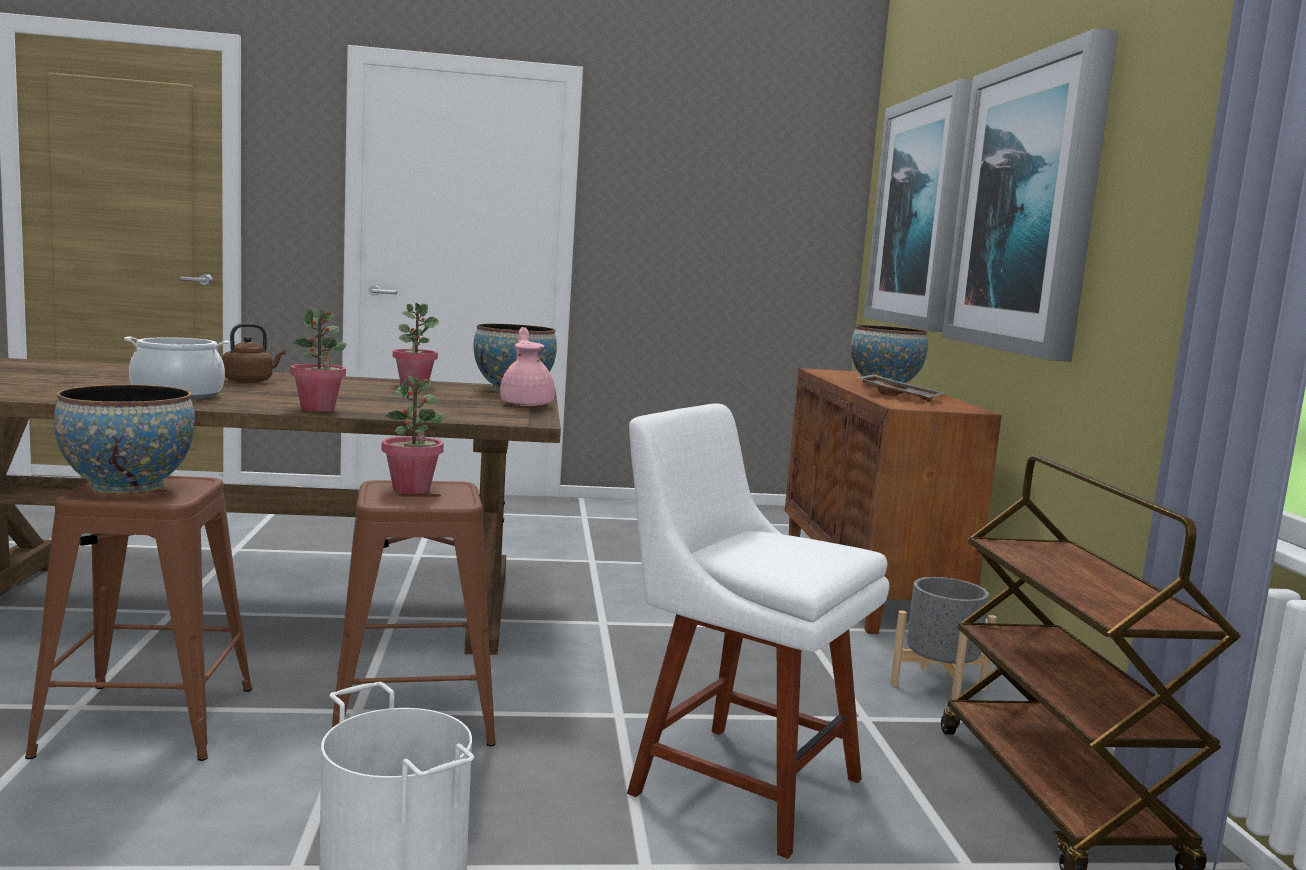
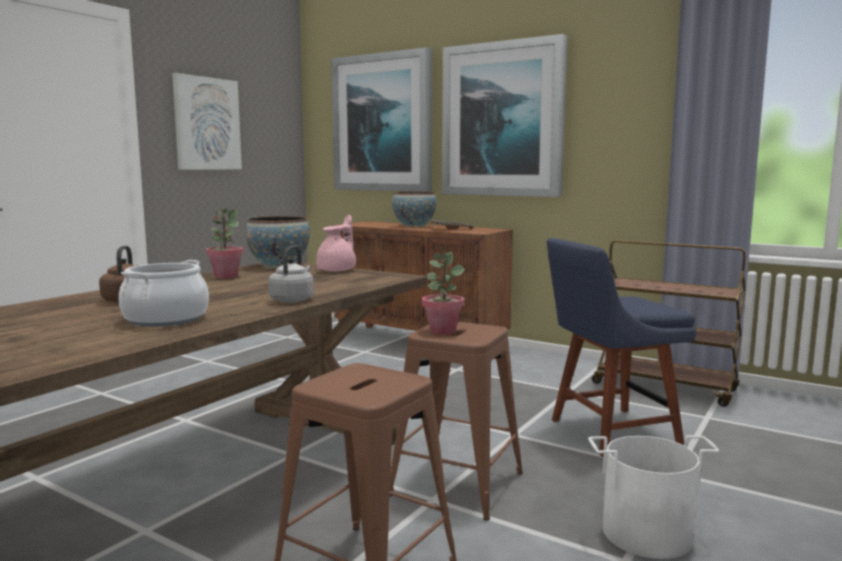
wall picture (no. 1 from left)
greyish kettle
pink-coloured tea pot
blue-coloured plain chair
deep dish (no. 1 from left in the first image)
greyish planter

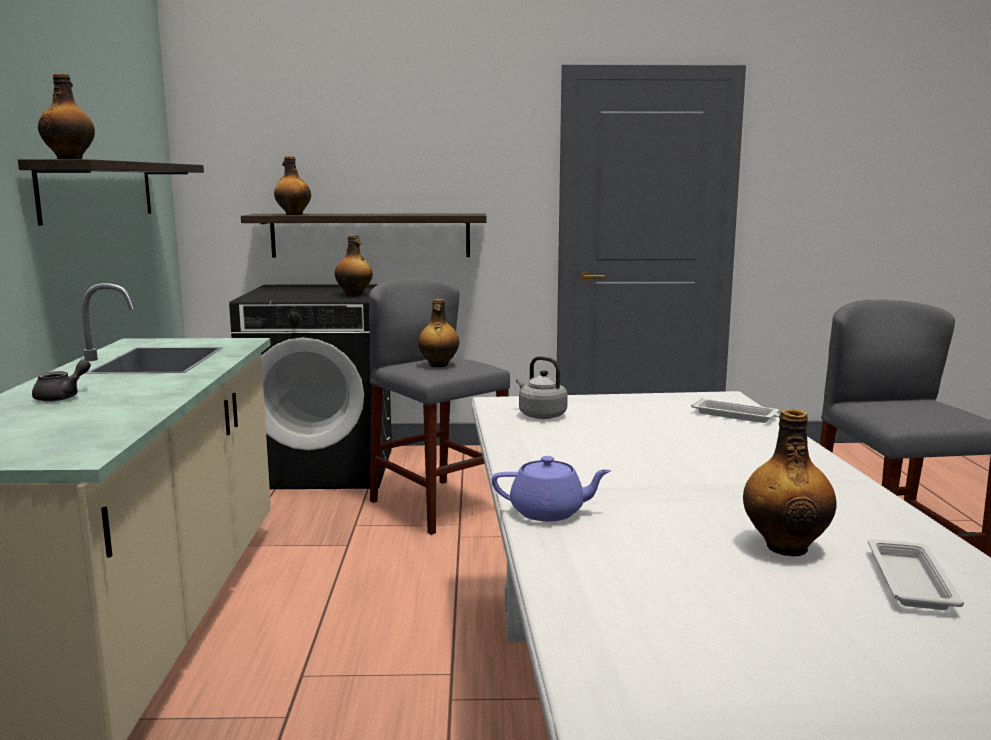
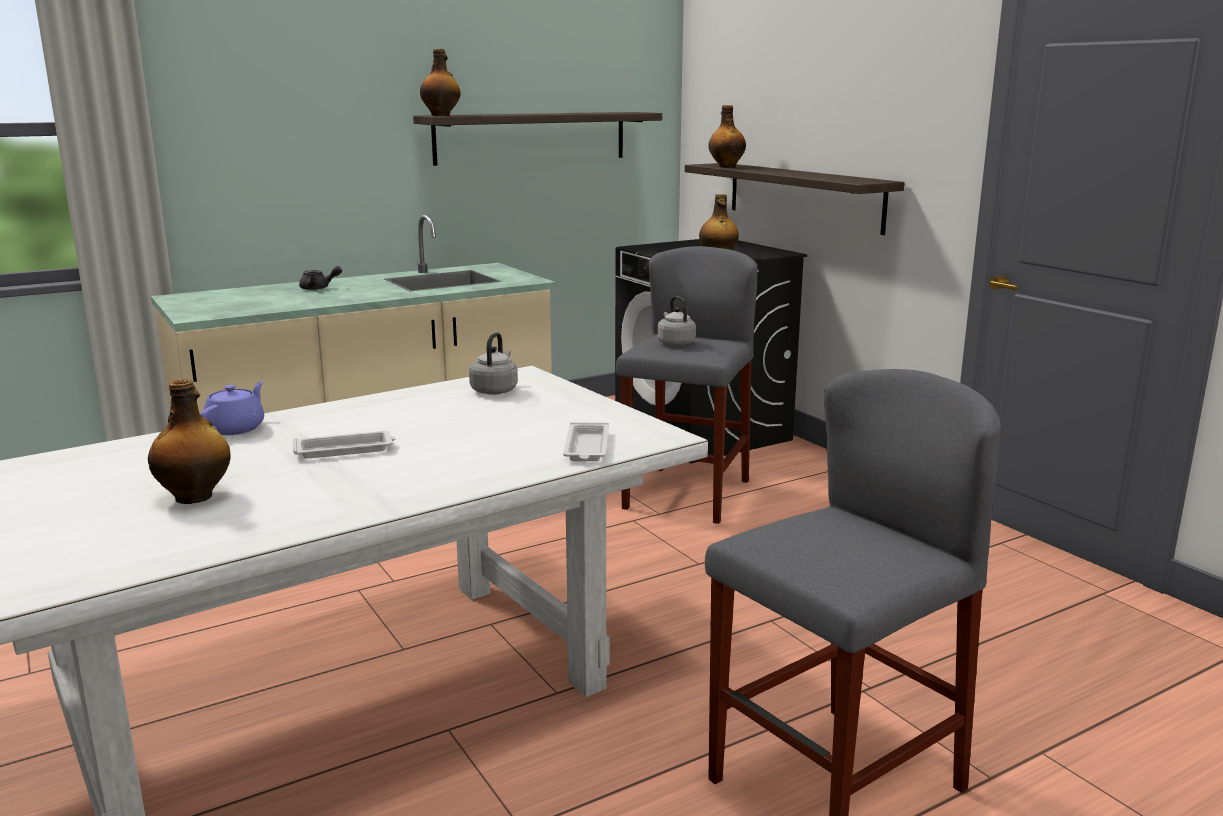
purplish tea pot
white tray (no. 1 from left)
greyish kettle (no. 2 from left)

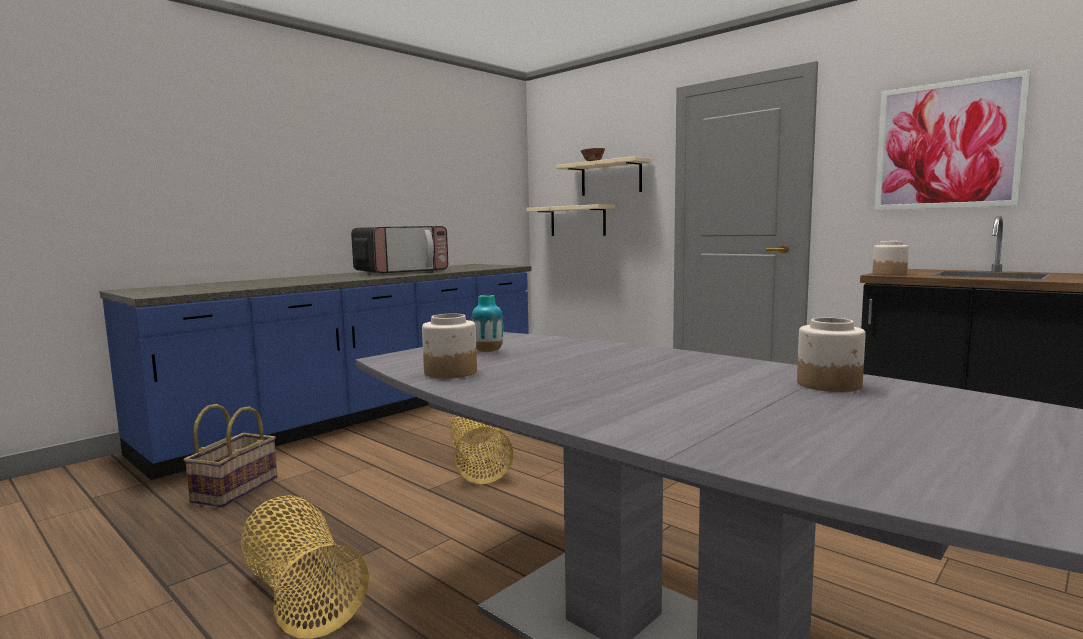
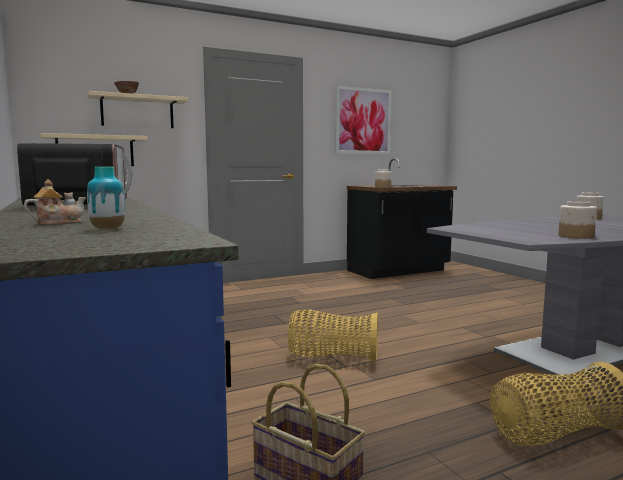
tea pot
flower vase

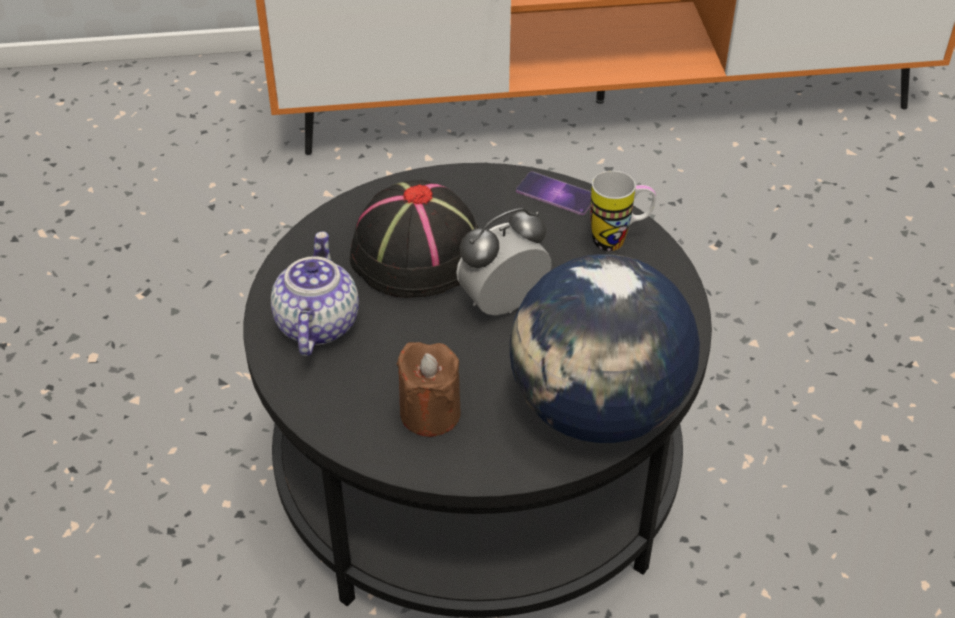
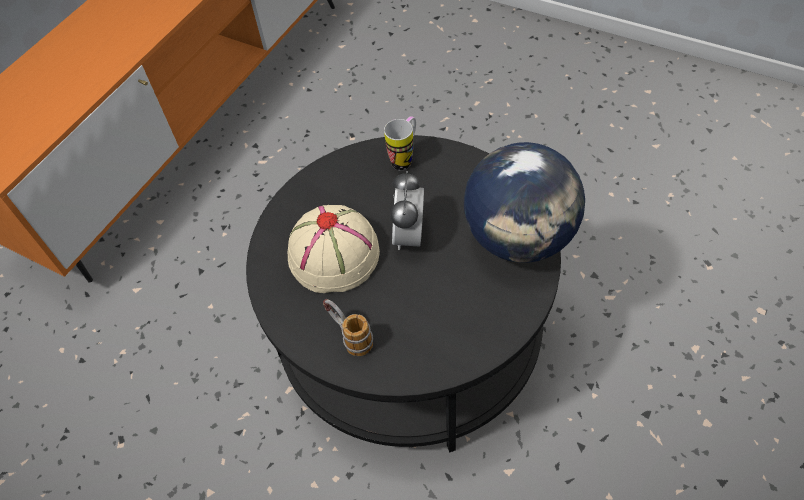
beige-coloured wearable hat
mug (no. 1 from left)
brown wax light
telephone

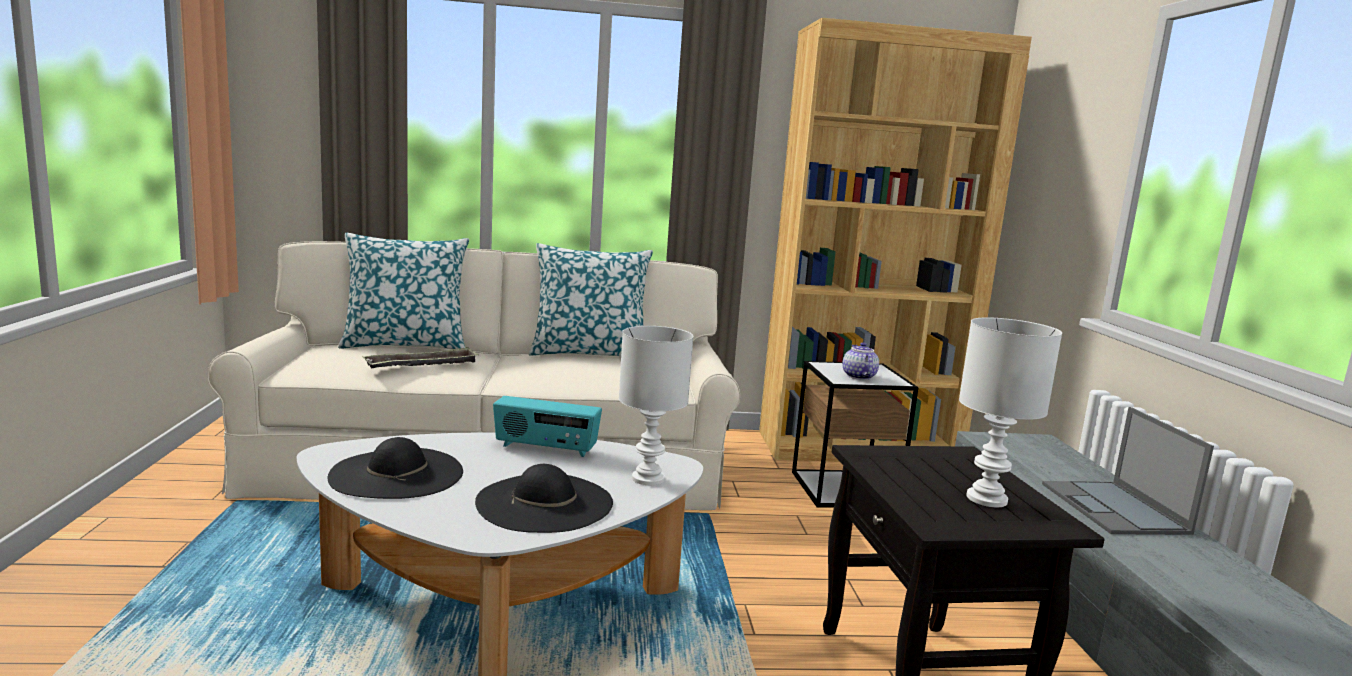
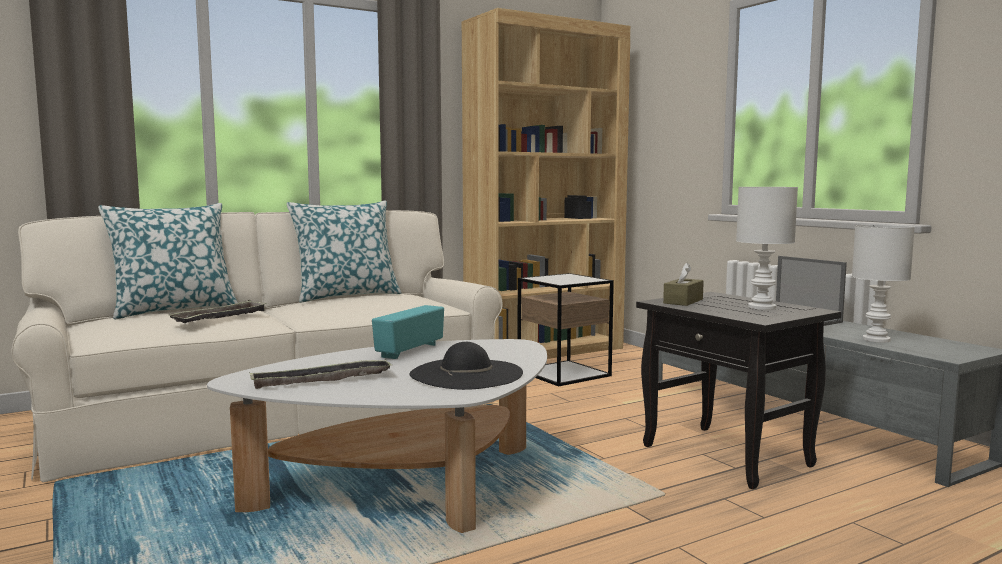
tray (no. 2 from left)
radio
brown box of tissues
white table lamp (no. 2 from left)
tea pot

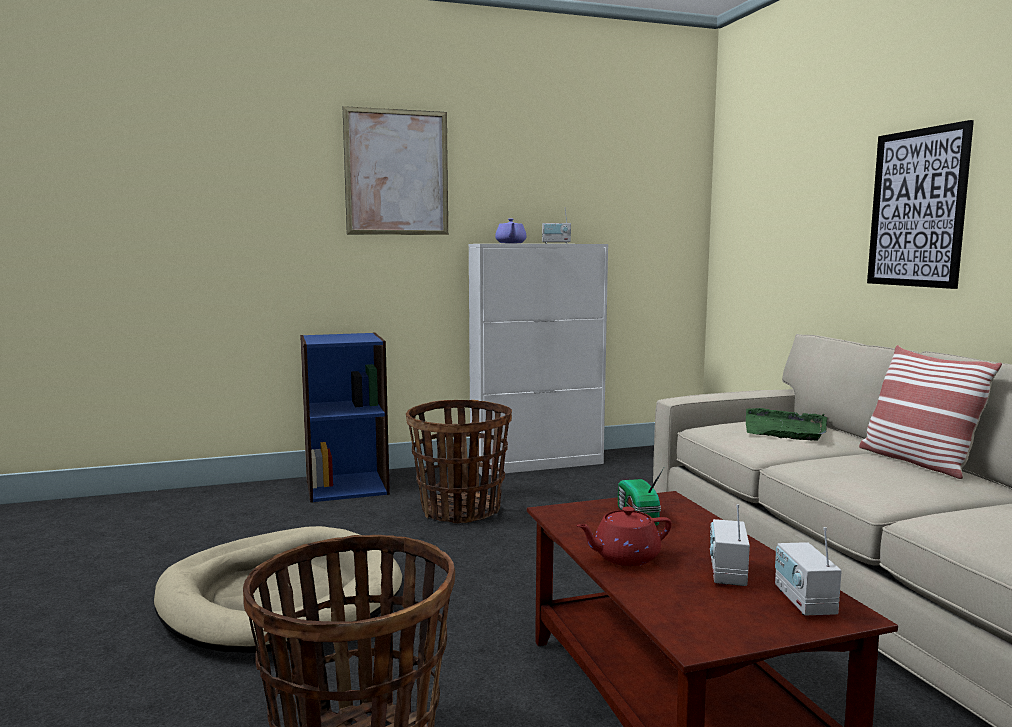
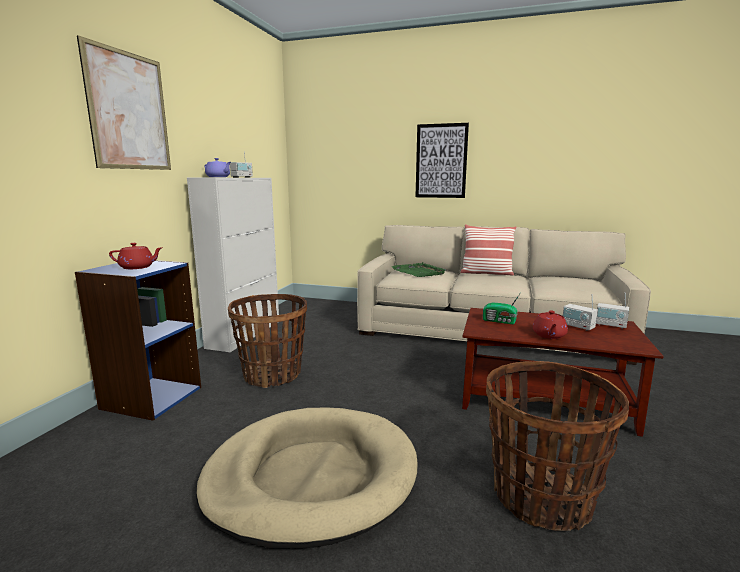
red tea pot (no. 1 from left)

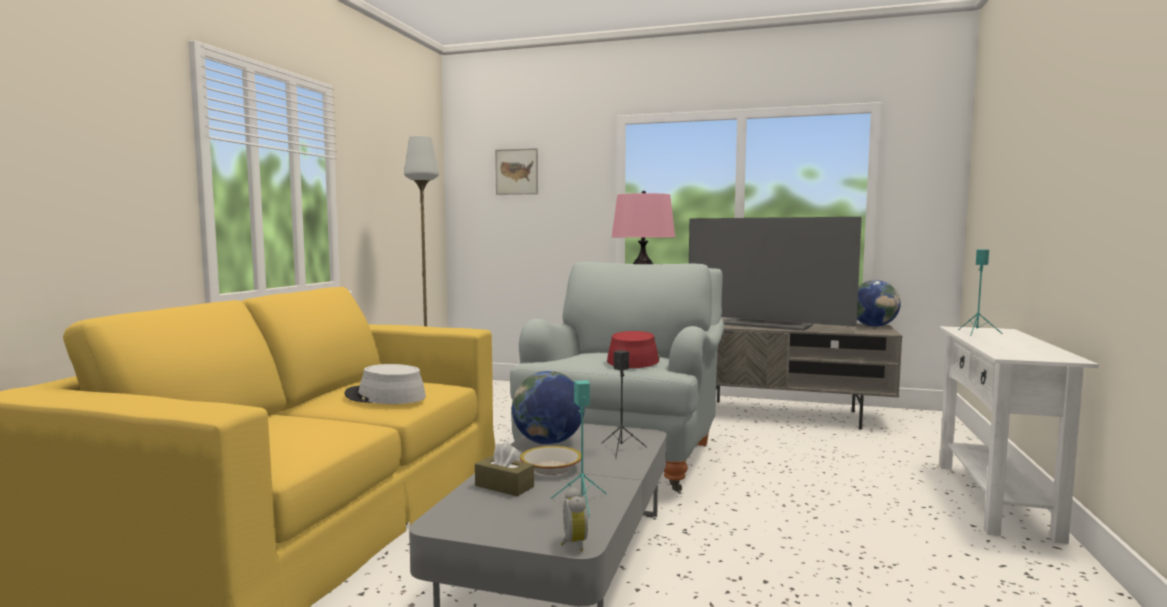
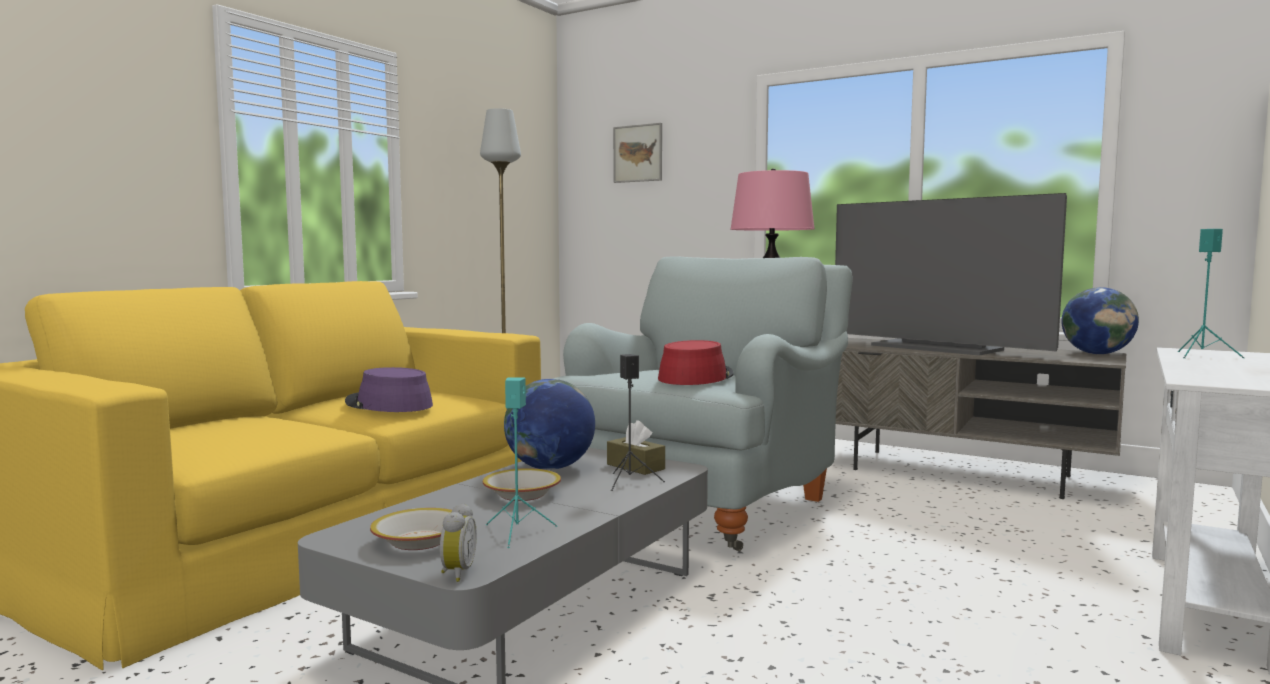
purplish wearable hat
deep dish (no. 1 from left)
brown box of tissues

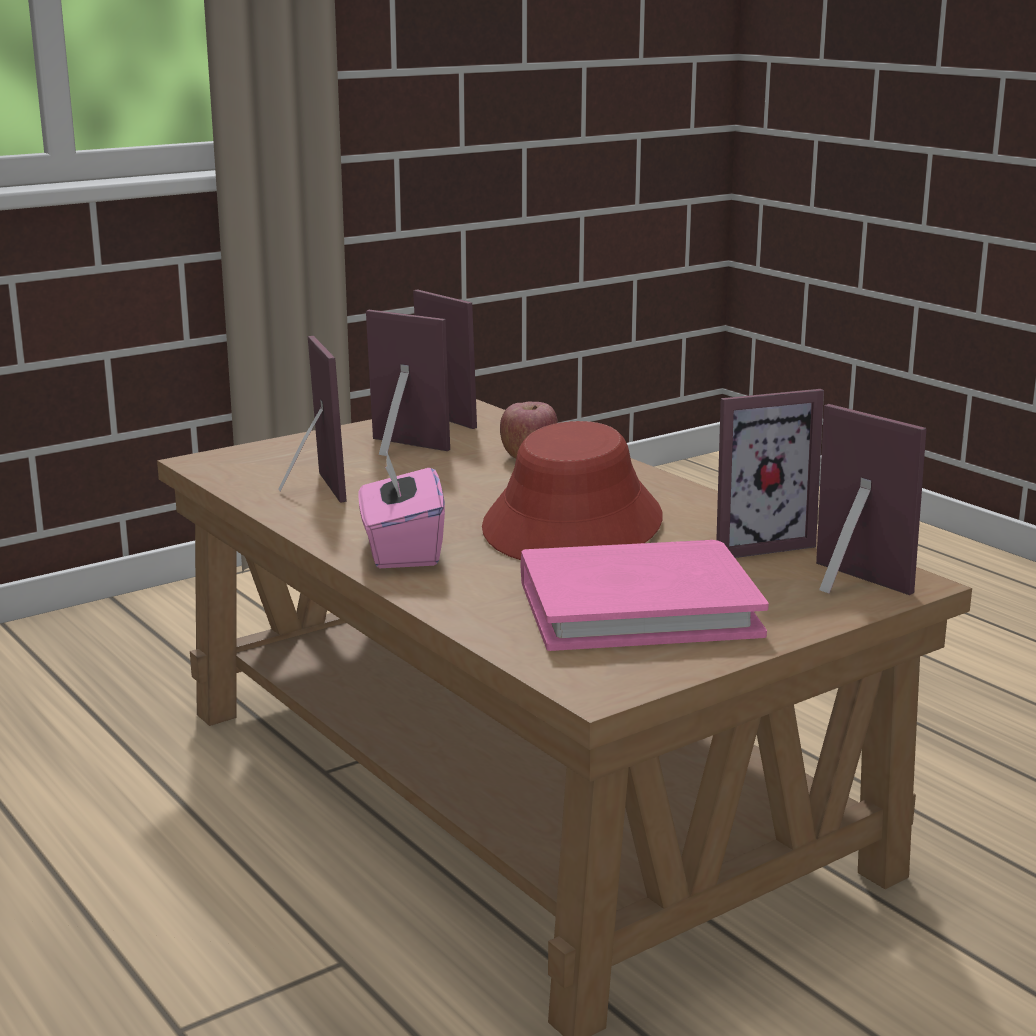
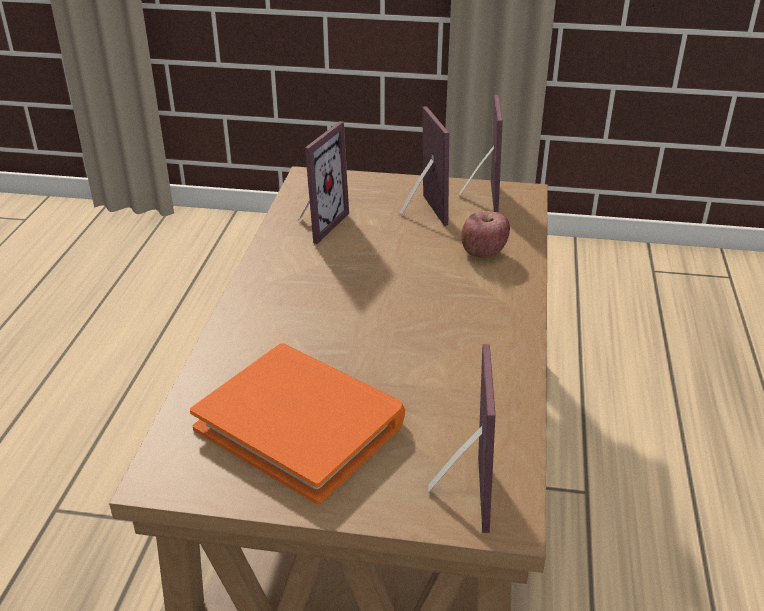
orange volume
pink-coloured box of tissues
red wearable hat
picture frame (no. 4 from left in the first image)

